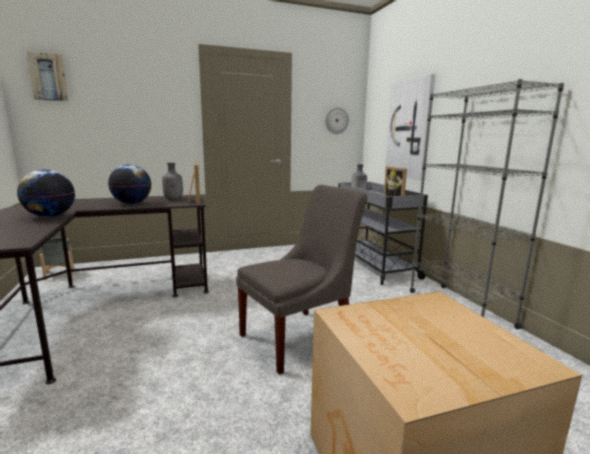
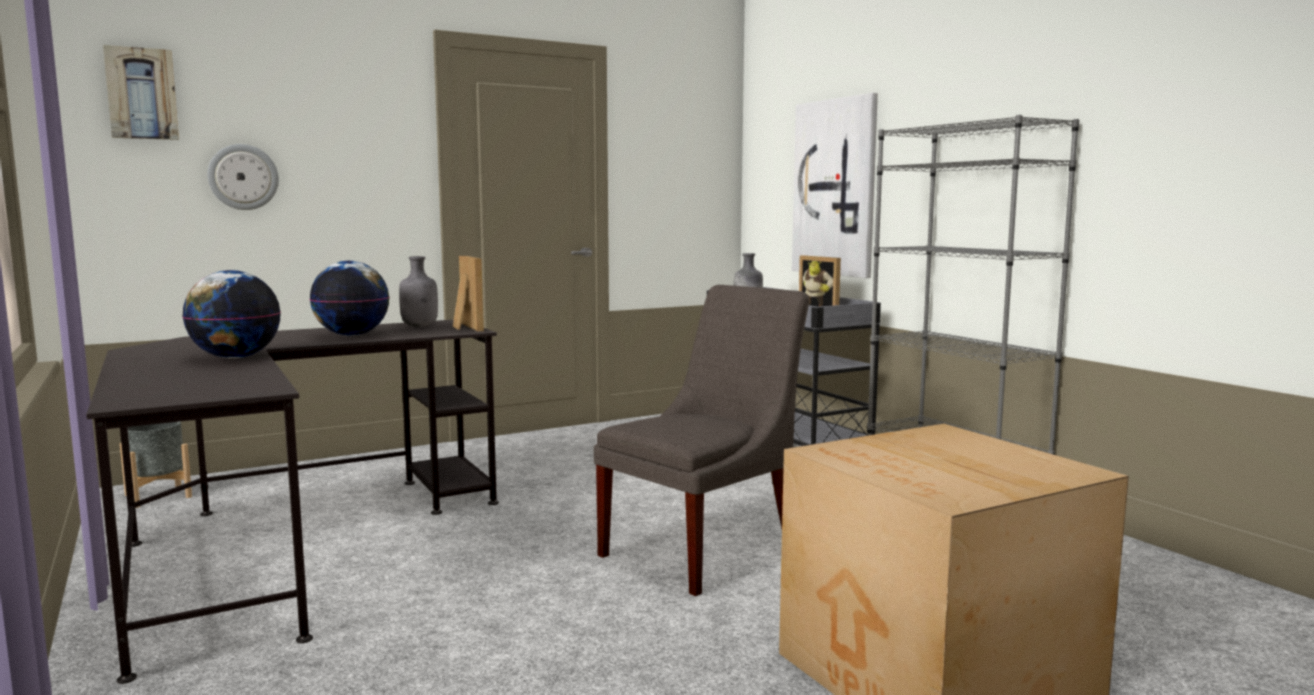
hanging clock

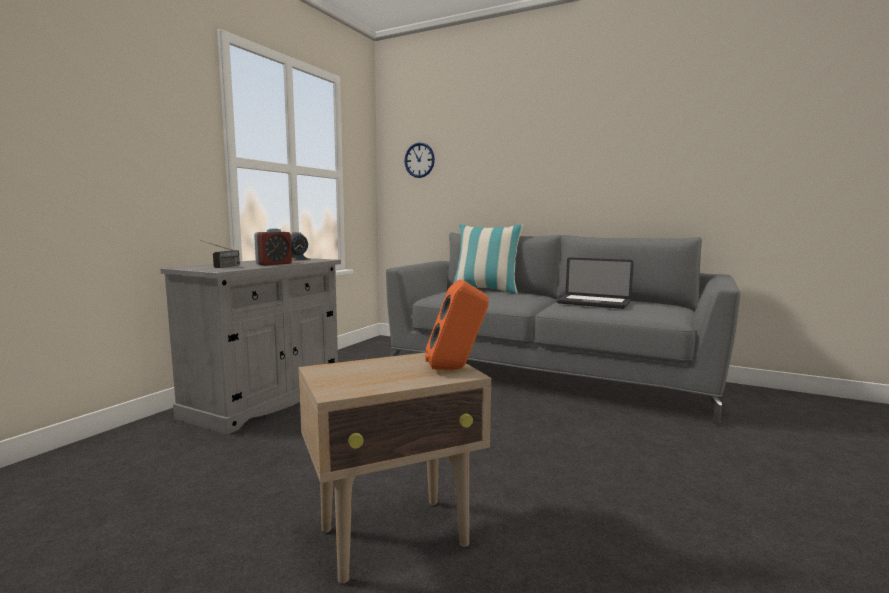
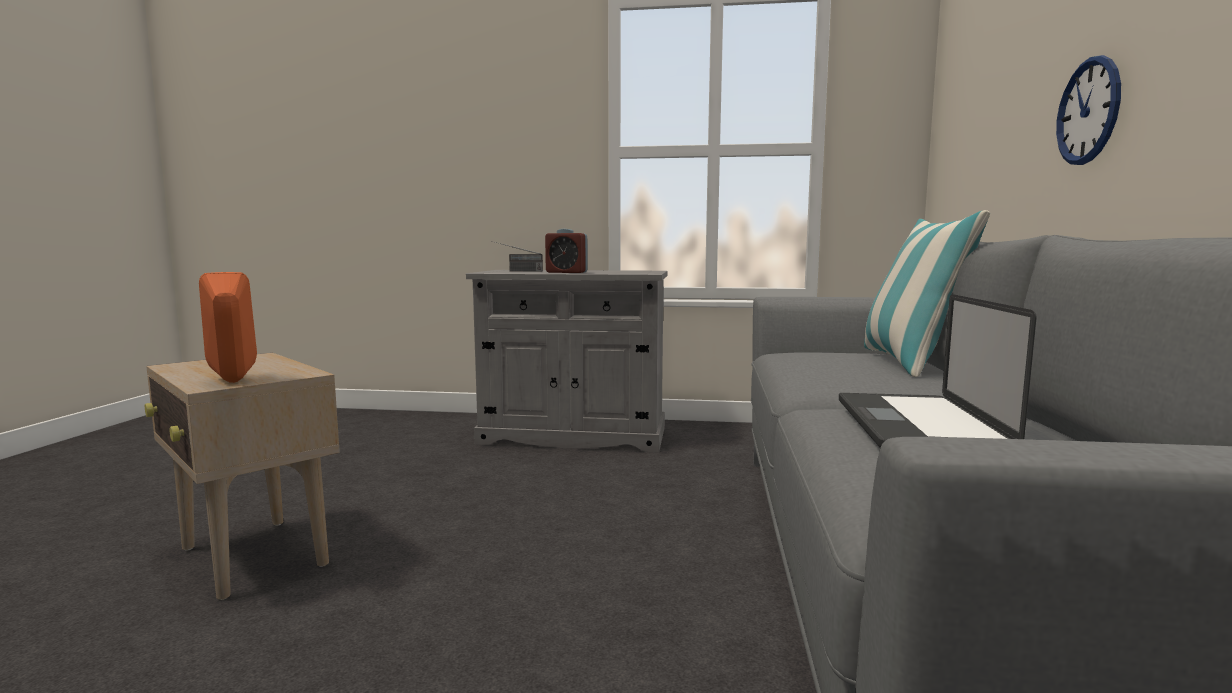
hanging clock
bedside clock (no. 2 from left in the first image)

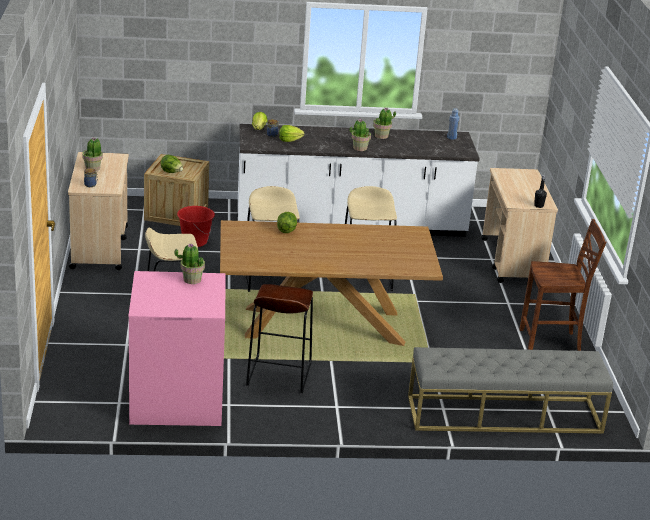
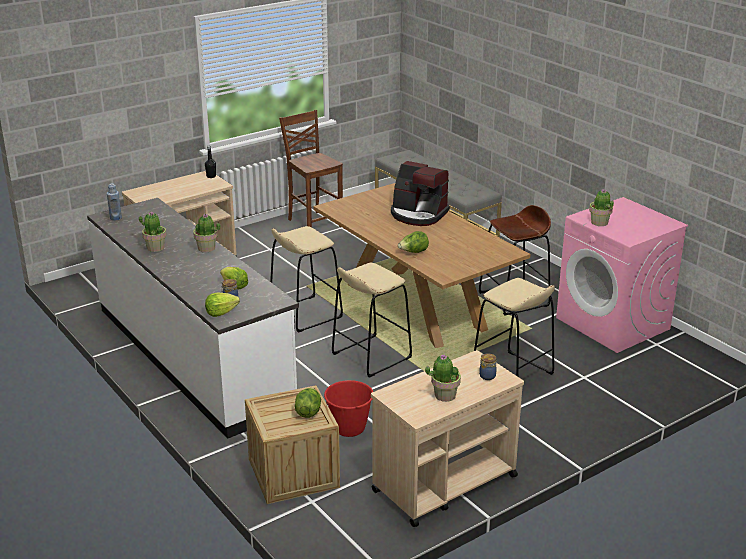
coffee maker

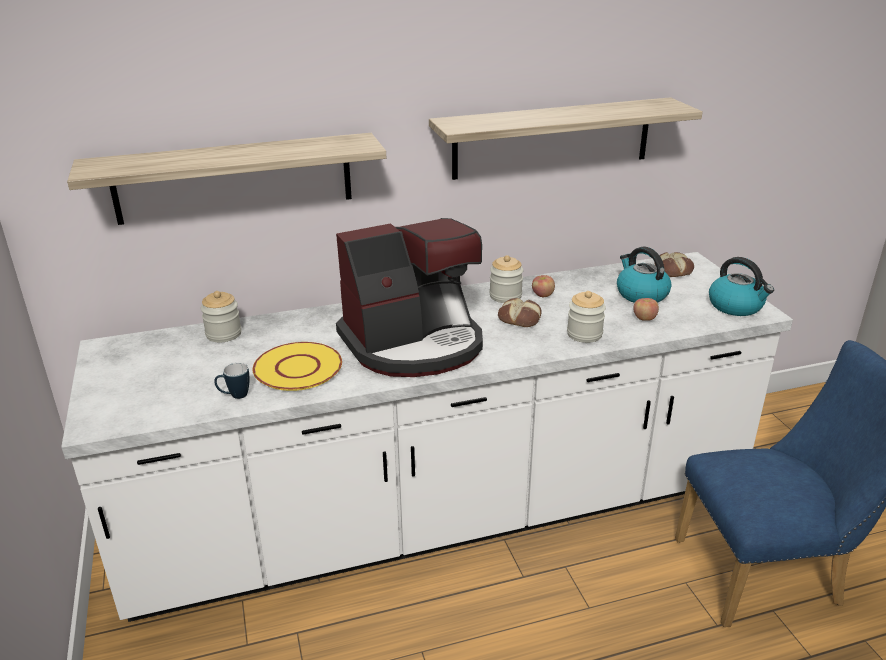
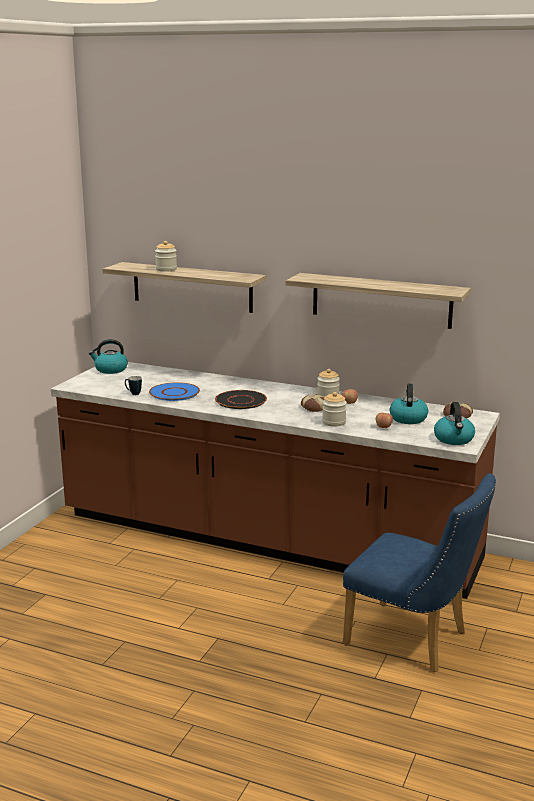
brown kitchen counter
kettle (no. 1 from left)
blue-coloured dinner plate
storage jar (no. 1 from left)
black-coloured dinner plate

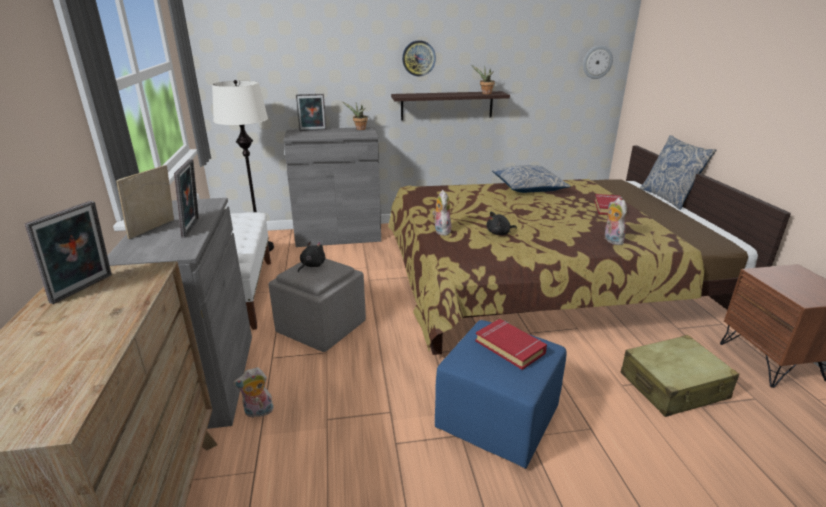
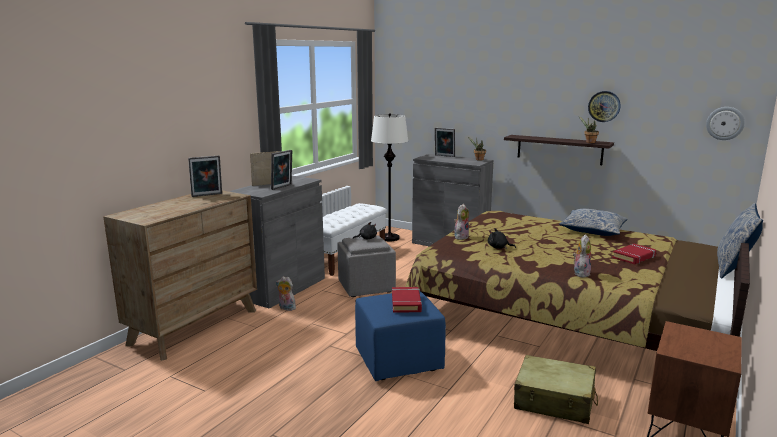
hanging clock (no. 1 from left)

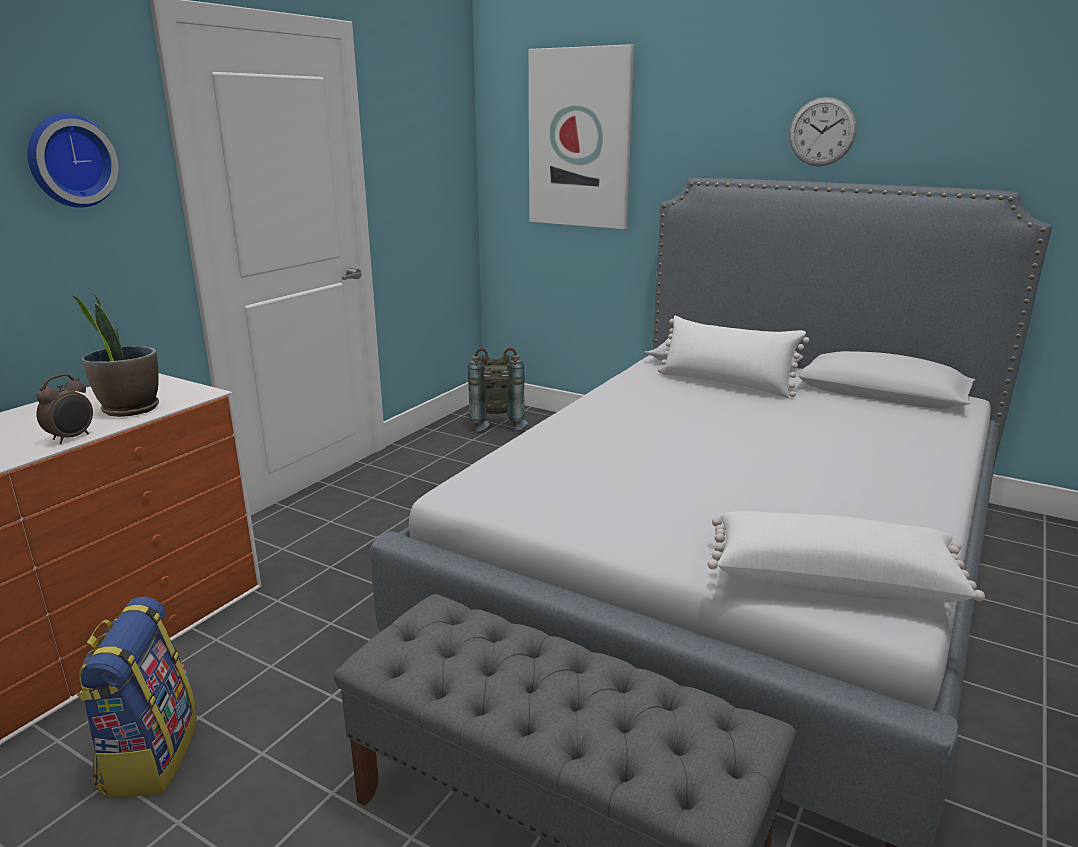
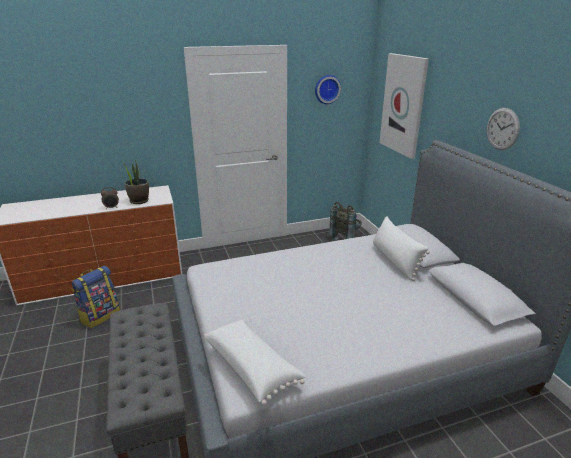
hanging clock (no. 1 from left)

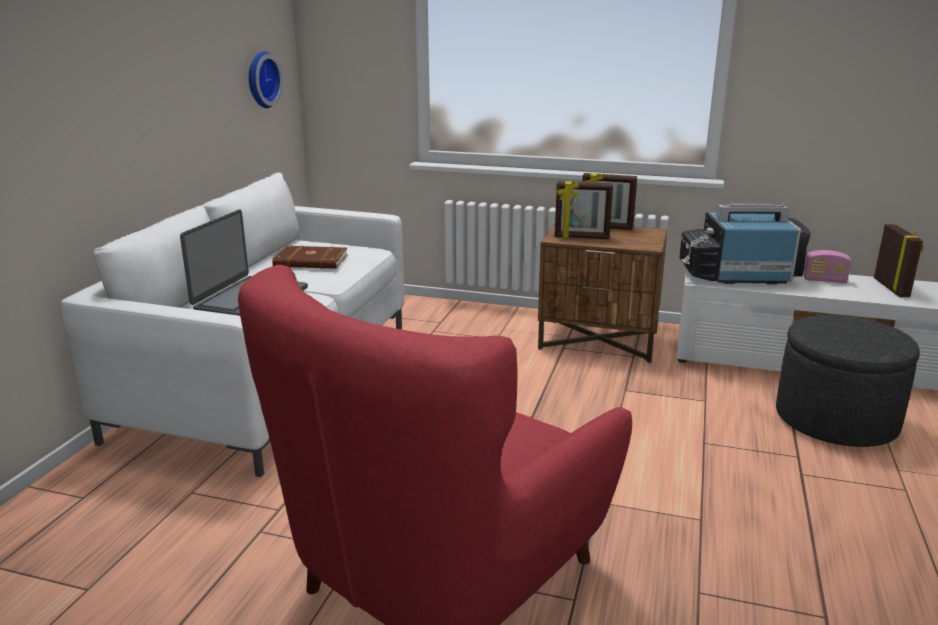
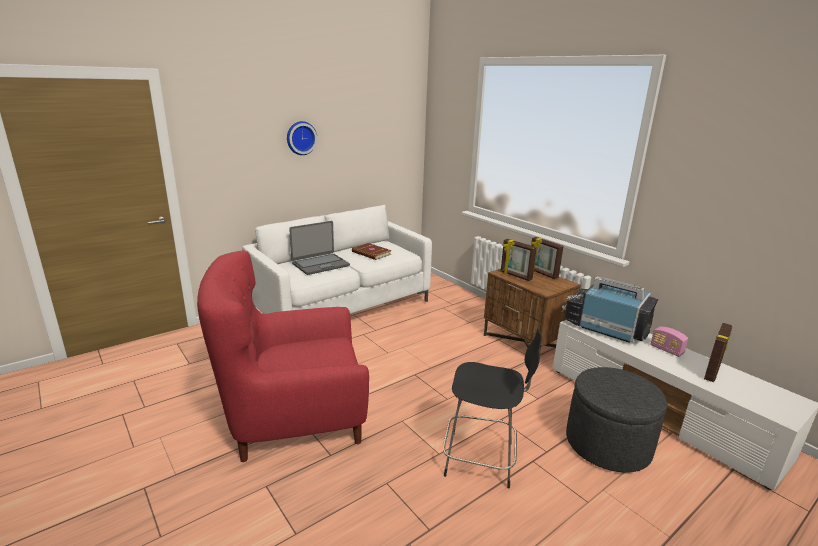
hanging clock
black-coloured stool

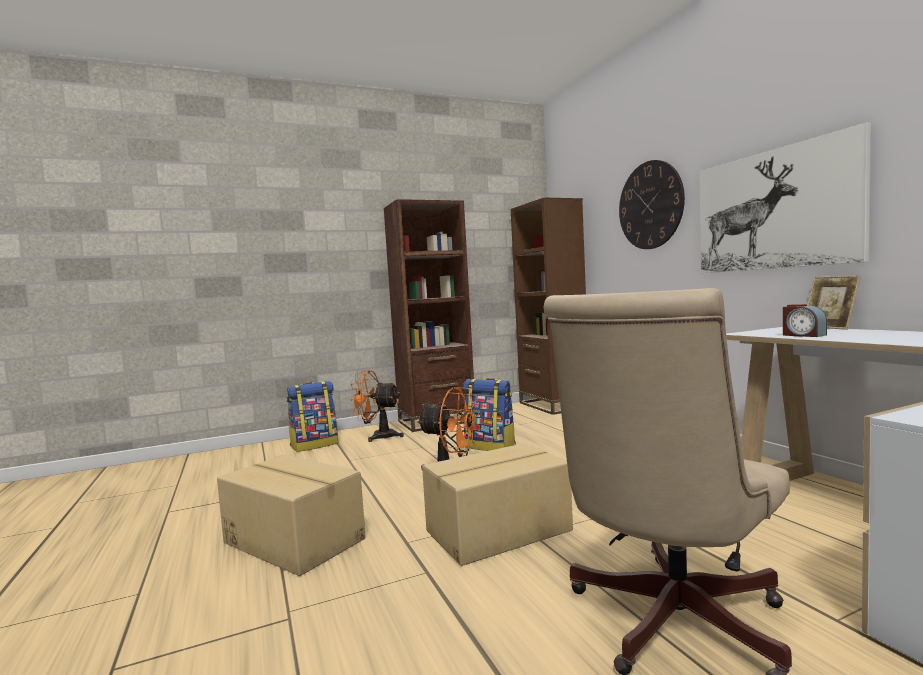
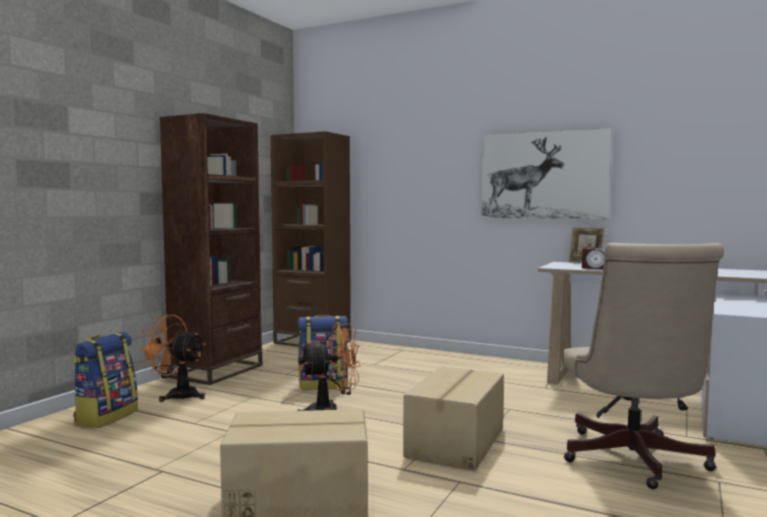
orange electric fan (no. 1 from left)
hanging clock

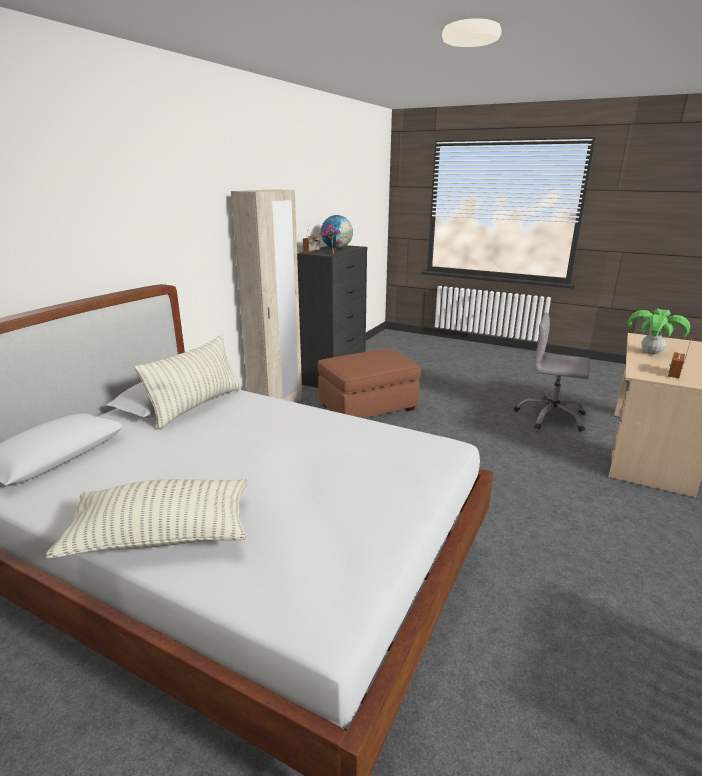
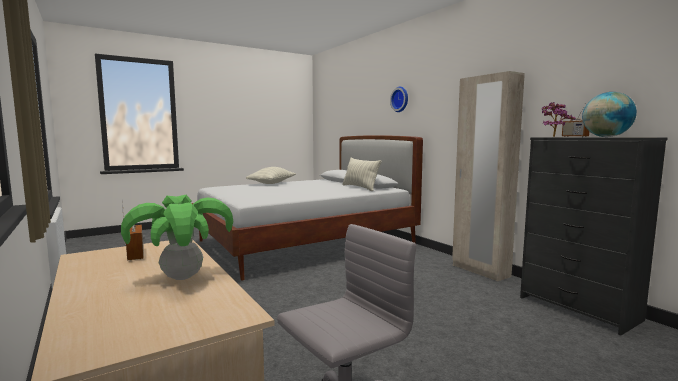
hanging clock
brown footrest

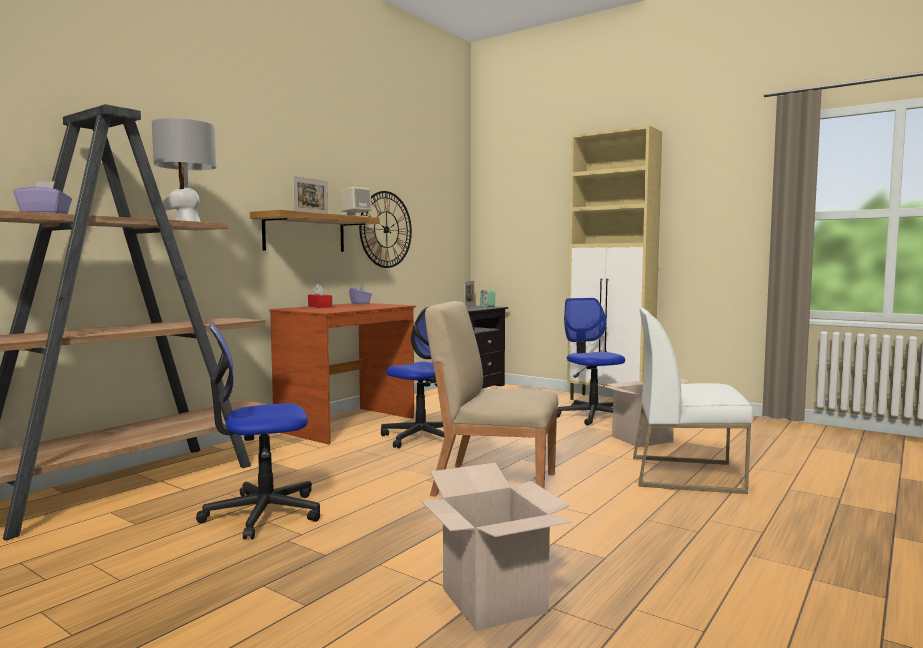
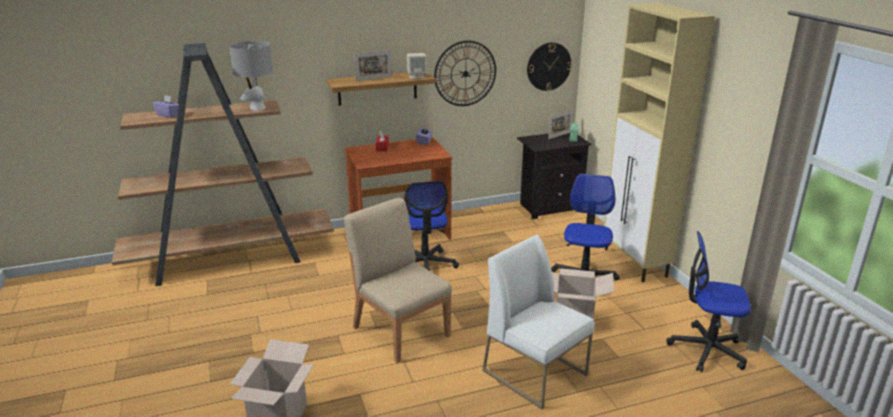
hanging clock (no. 2 from left)
computer chair (no. 3 from left)

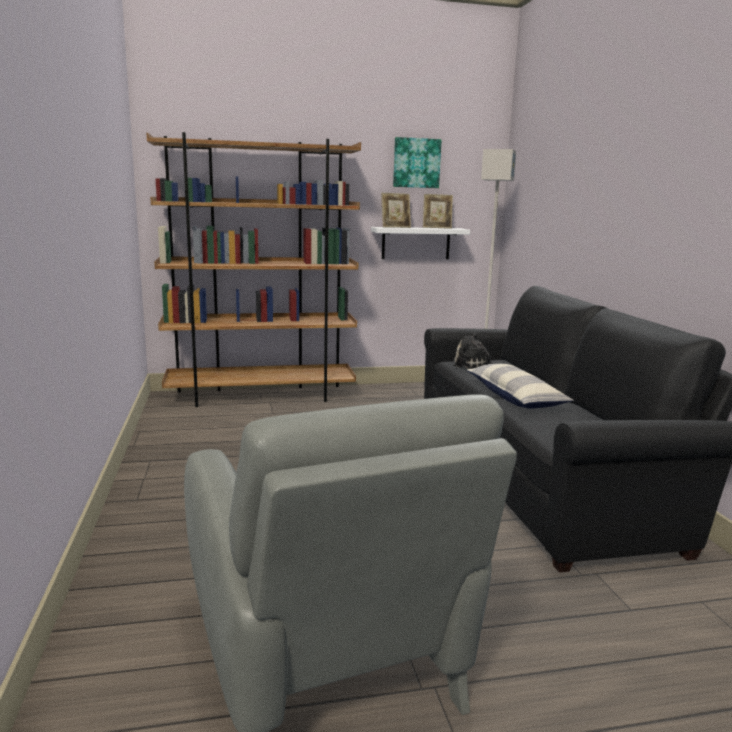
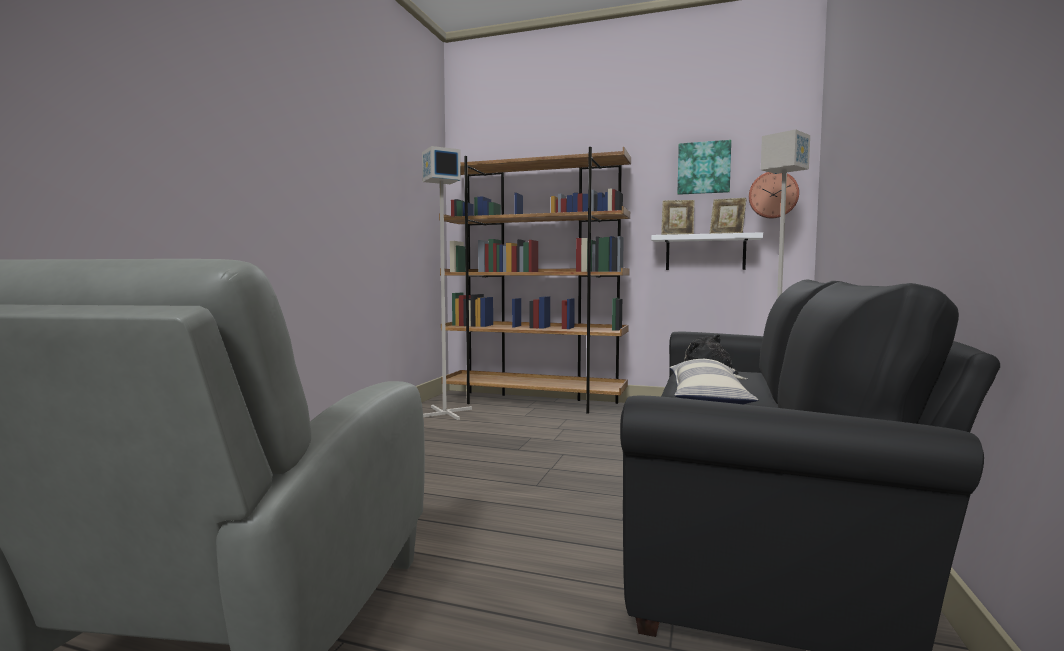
greyish floor lamp (no. 1 from left)
hanging clock

